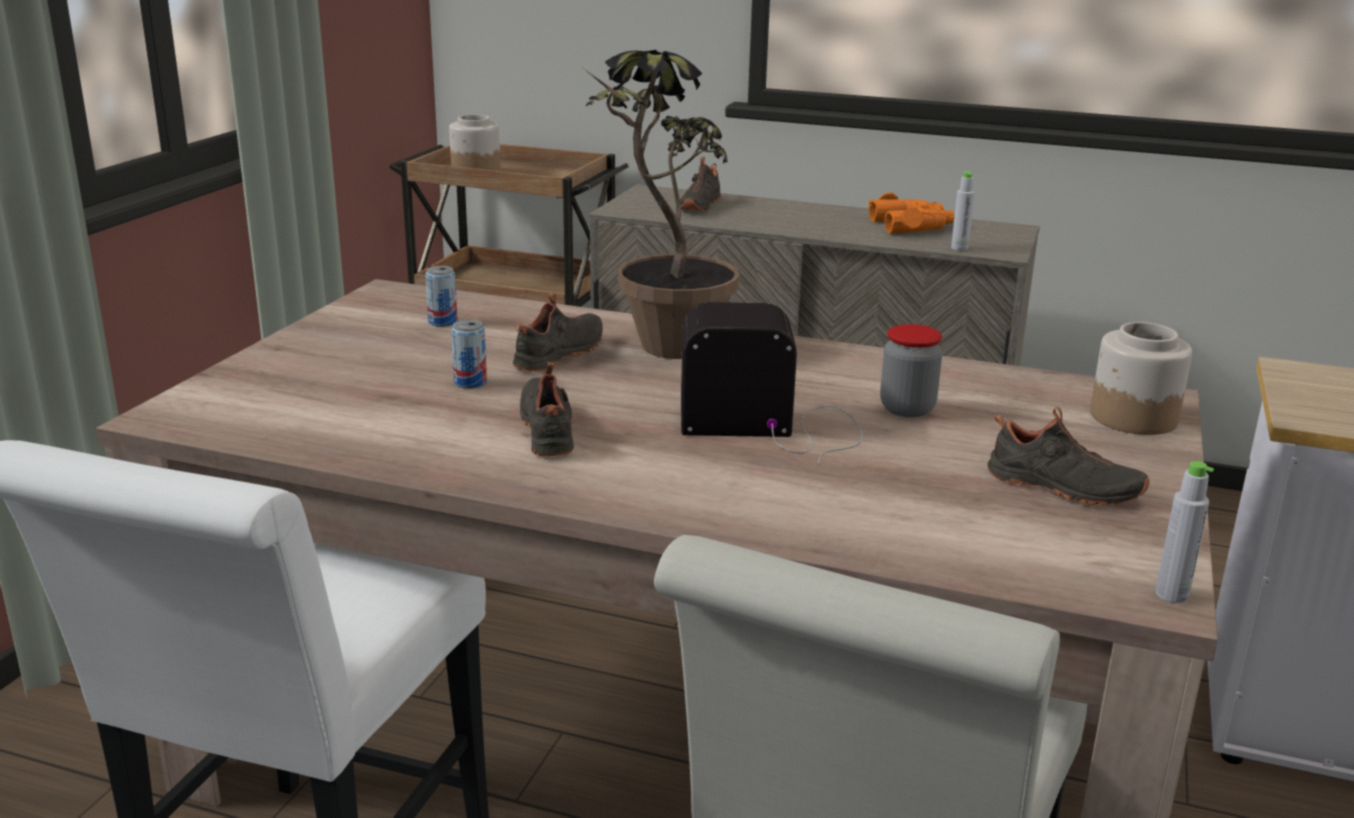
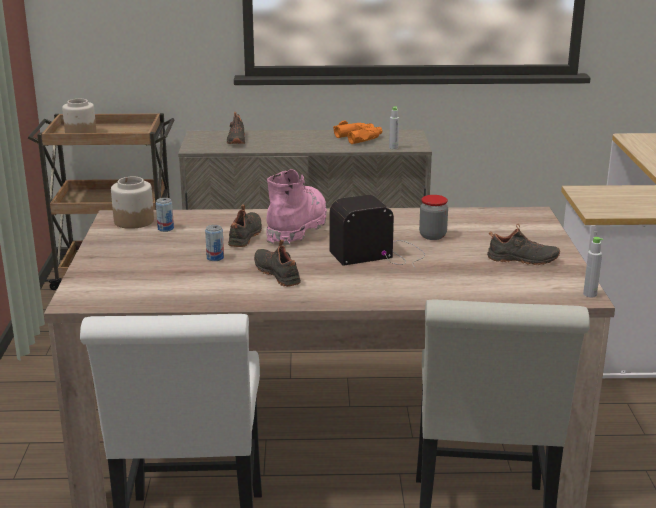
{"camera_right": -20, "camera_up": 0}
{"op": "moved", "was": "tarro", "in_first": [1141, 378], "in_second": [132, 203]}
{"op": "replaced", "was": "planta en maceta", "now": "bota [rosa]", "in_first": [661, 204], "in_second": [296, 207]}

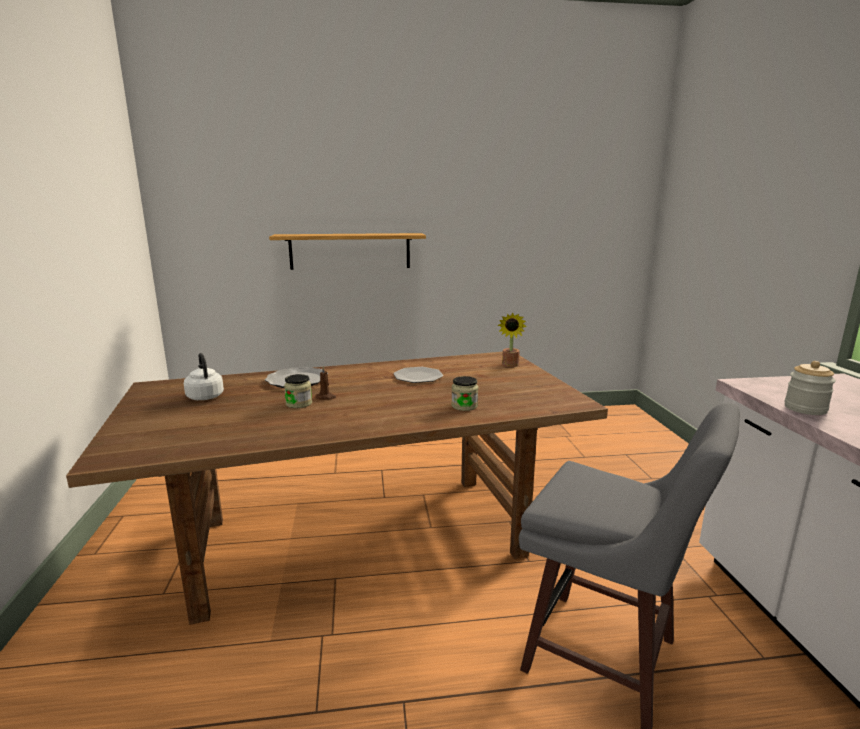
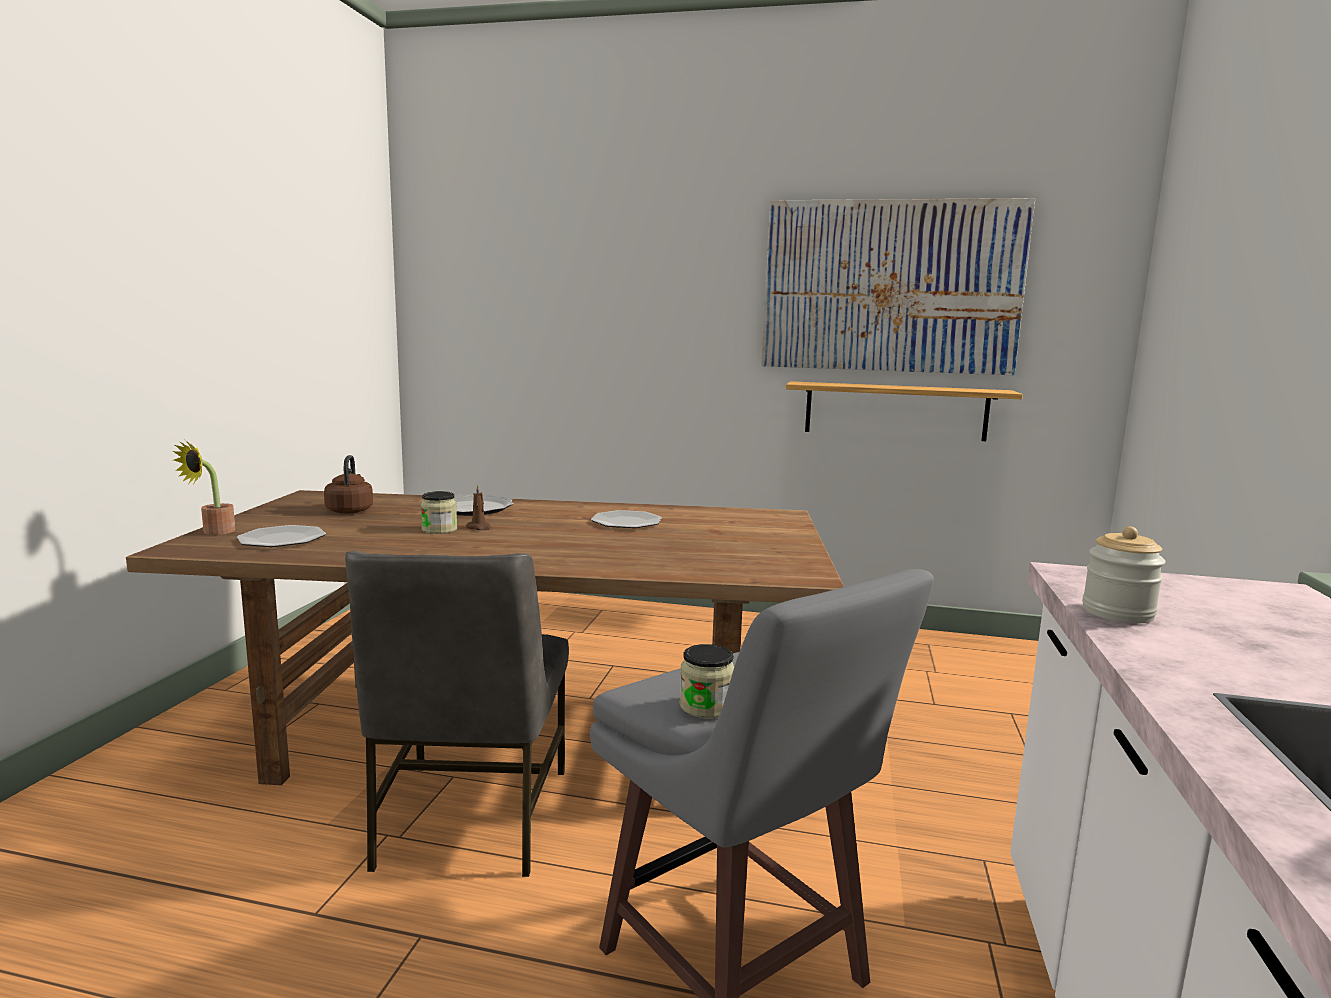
{"camera_right": 20, "camera_up": -5}
{"op": "moved", "was": "planta en maceta", "in_first": [512, 340], "in_second": [203, 487]}
{"op": "added", "now": "plato", "in_second": [281, 536]}
{"op": "recoloured", "was": "hervidor [blanco]", "now": "hervidor [marrón]", "in_first": [204, 376], "in_second": [348, 484]}
{"op": "added", "now": "silla [gris]", "in_second": [457, 714]}
{"op": "moved", "was": "tarro", "in_first": [464, 393], "in_second": [707, 681]}
{"op": "added", "now": "cuadro", "in_second": [898, 286]}
{"op": "moved", "was": "estante", "in_first": [347, 251], "in_second": [904, 411]}

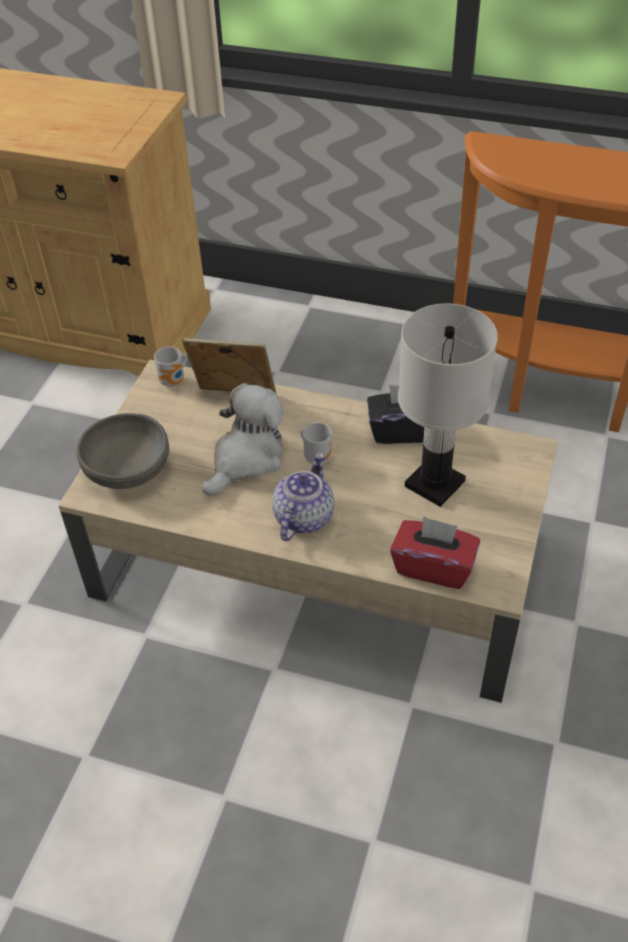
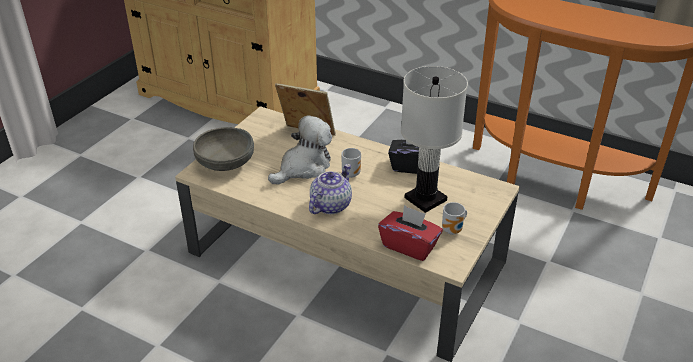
{"camera_right": 10, "camera_up": -10}
{"op": "moved", "was": "taza grande", "in_first": [170, 367], "in_second": [454, 218]}

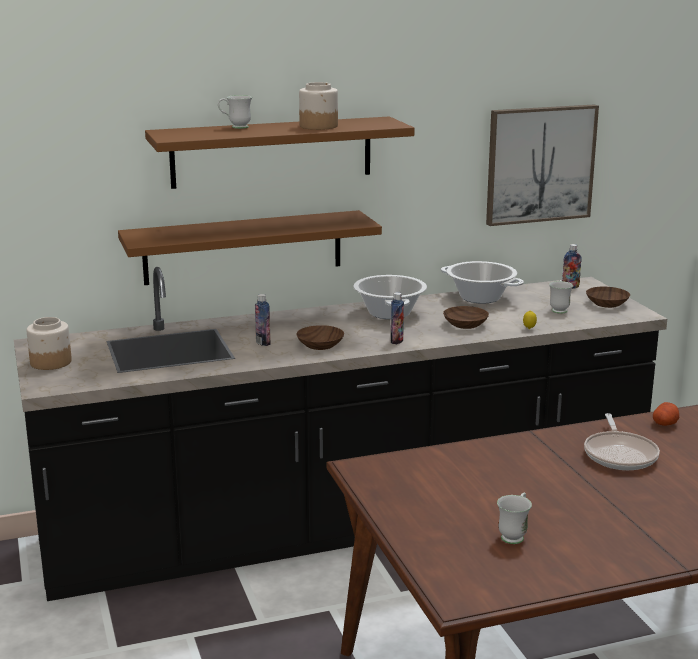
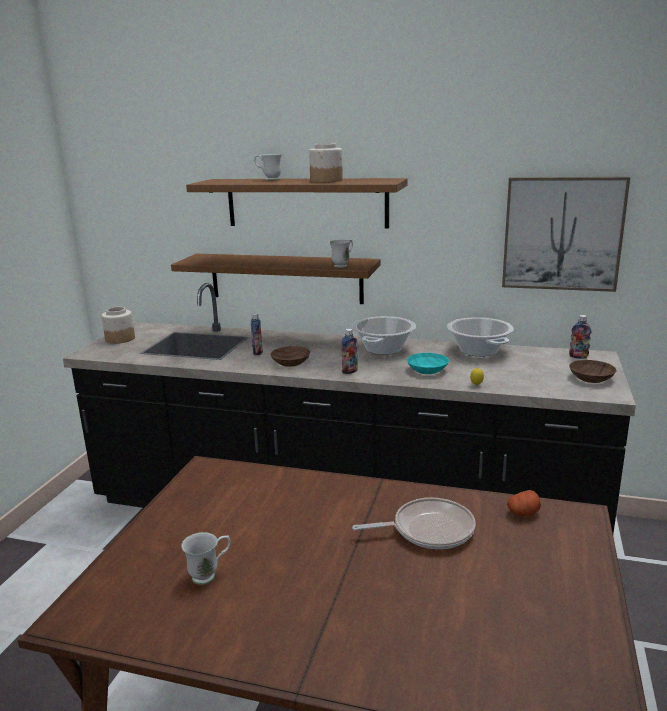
{"camera_right": 35, "camera_up": 0}
{"op": "moved", "was": "taza grande [blanco]", "in_first": [561, 297], "in_second": [341, 254]}
{"op": "turned", "was": "sartén", "in_first": [622, 441], "in_second": [414, 523], "clockwise": -135}
{"op": "recoloured", "was": "cuenco [marrón]", "now": "cuenco [turquesa]", "in_first": [466, 317], "in_second": [428, 363]}

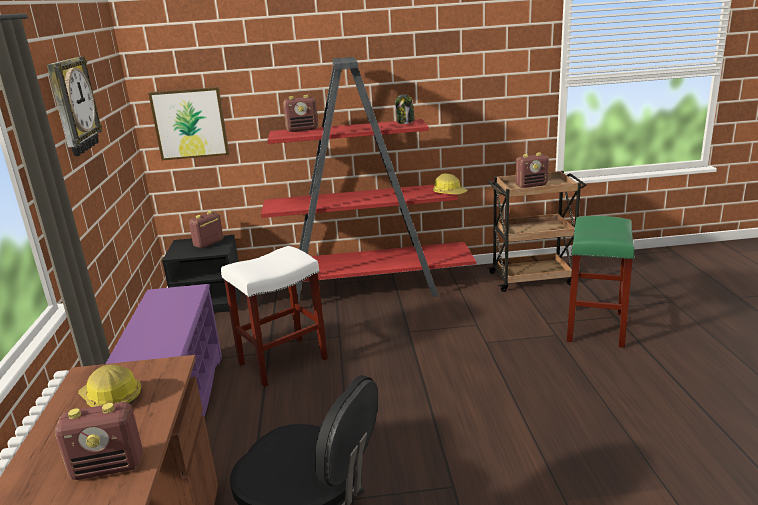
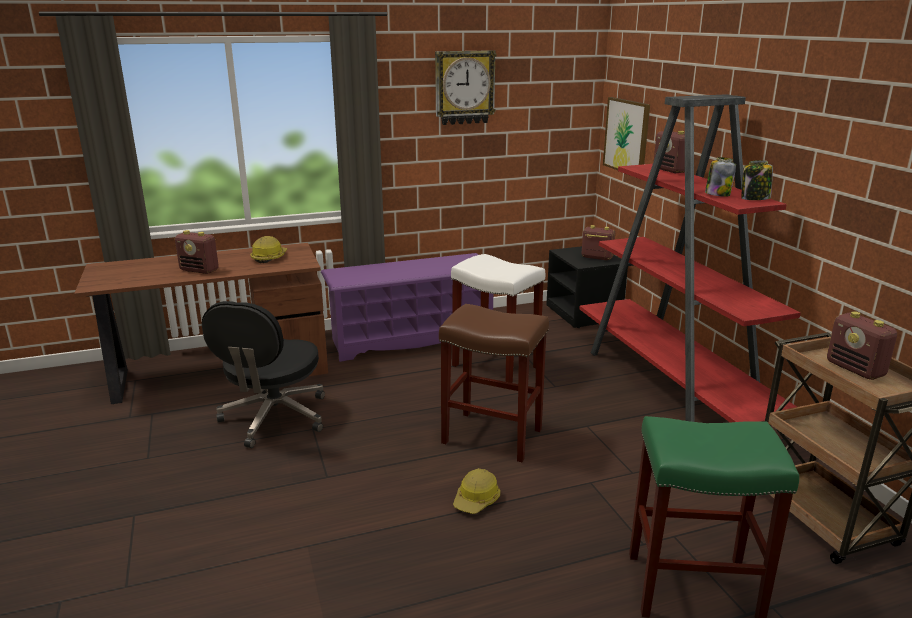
{"camera_right": 75, "camera_up": 0}
{"op": "turned", "was": "radio", "in_first": [99, 441], "in_second": [197, 252], "clockwise": -45}
{"op": "added", "now": "taburete [marrón]", "in_second": [494, 383]}
{"op": "moved", "was": "casco", "in_first": [450, 184], "in_second": [476, 491]}
{"op": "added", "now": "tarro", "in_second": [720, 177]}

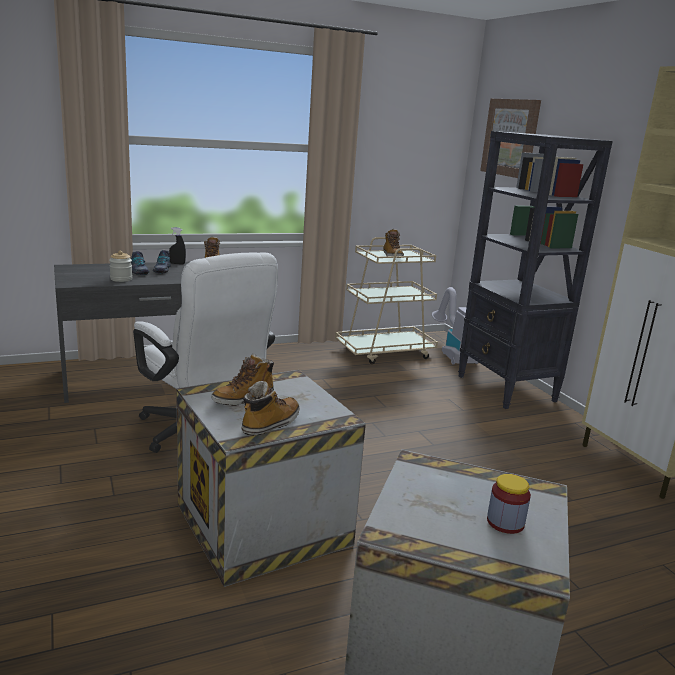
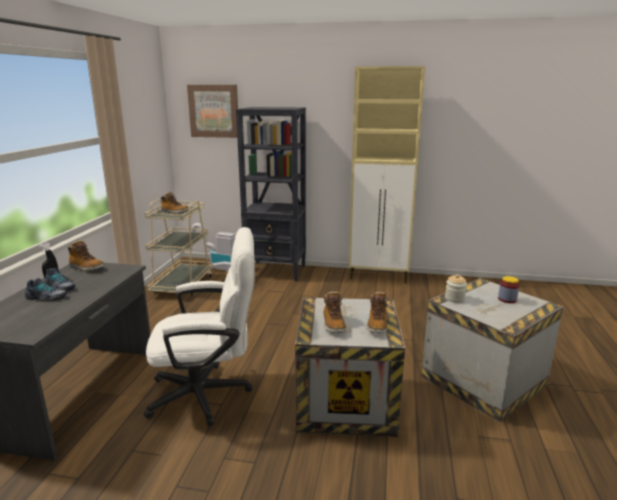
{"camera_right": -55, "camera_up": 0}
{"op": "turned", "was": "bota", "in_first": [271, 408], "in_second": [377, 313], "clockwise": -150}
{"op": "moved", "was": "tarro", "in_first": [121, 266], "in_second": [456, 288]}

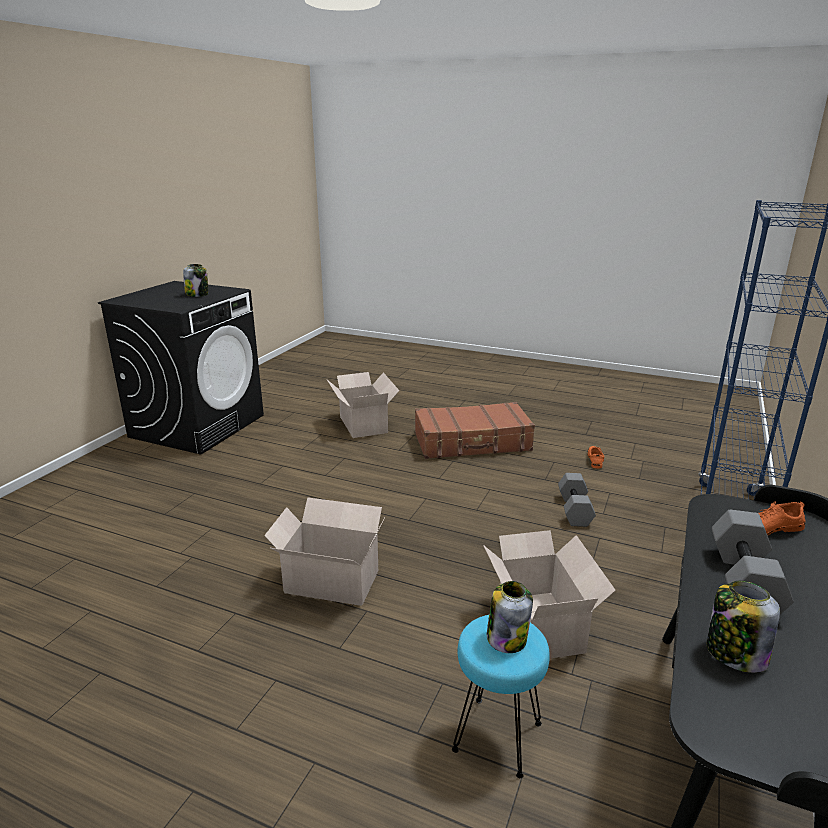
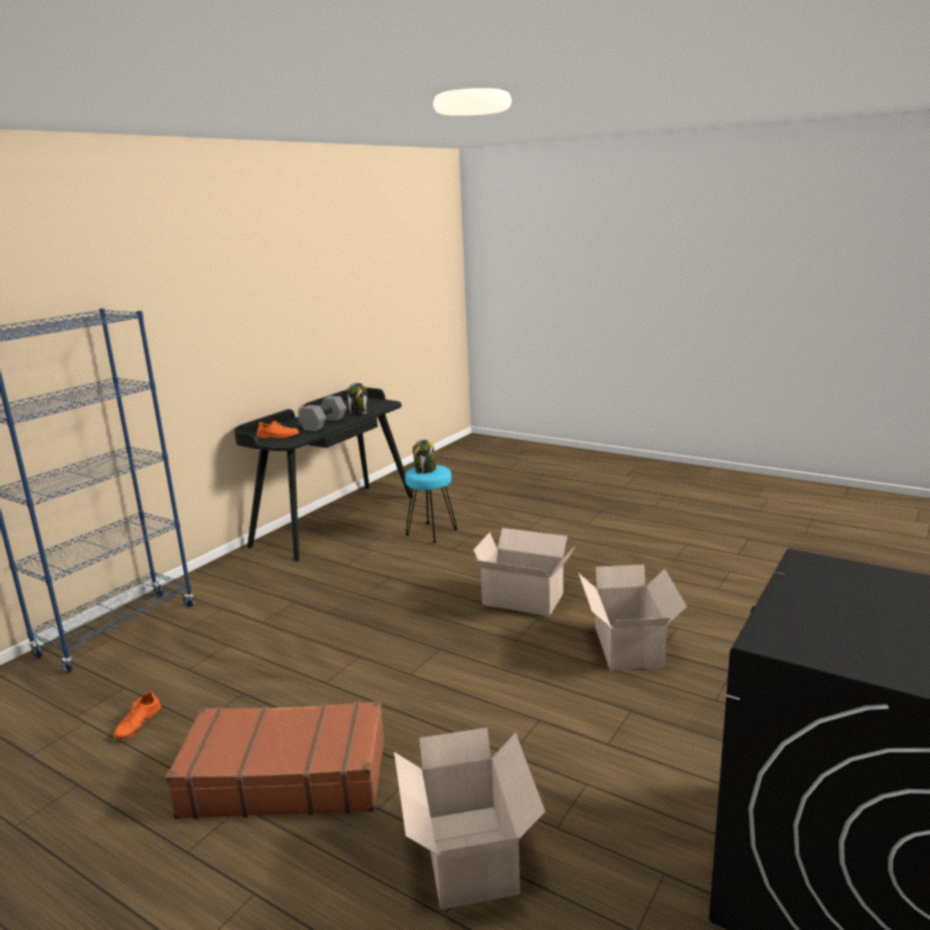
{"camera_right": -170, "camera_up": -5}
{"op": "moved", "was": "caja de cartón", "in_first": [549, 594], "in_second": [632, 617]}
{"op": "removed", "was": "tarro", "in_first": [196, 280]}
{"op": "removed", "was": "mancuerna [gris]", "in_first": [577, 500]}

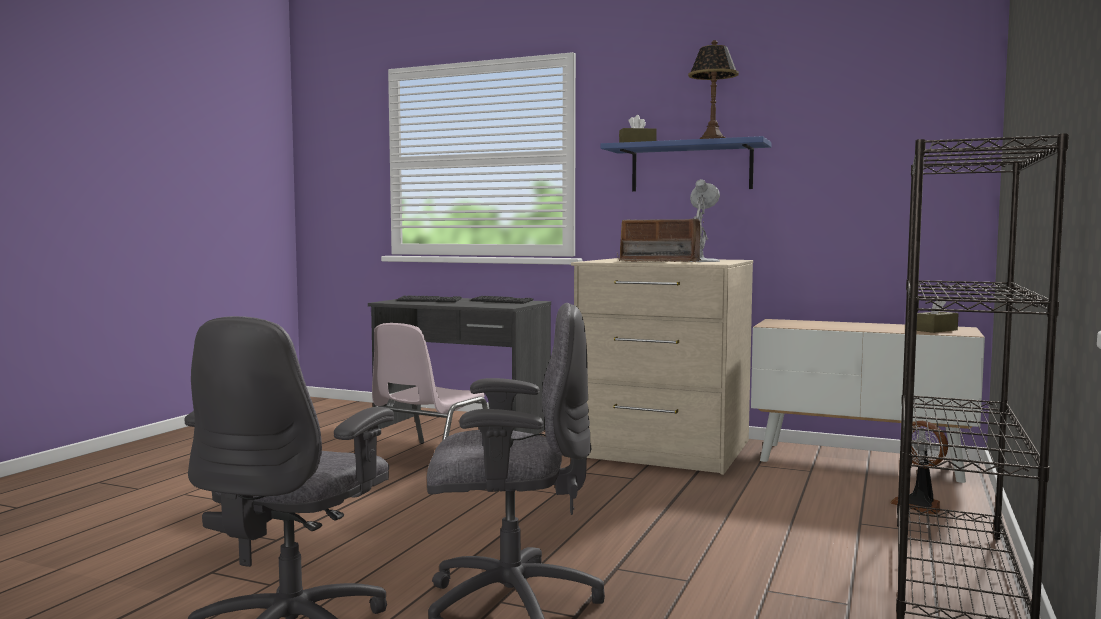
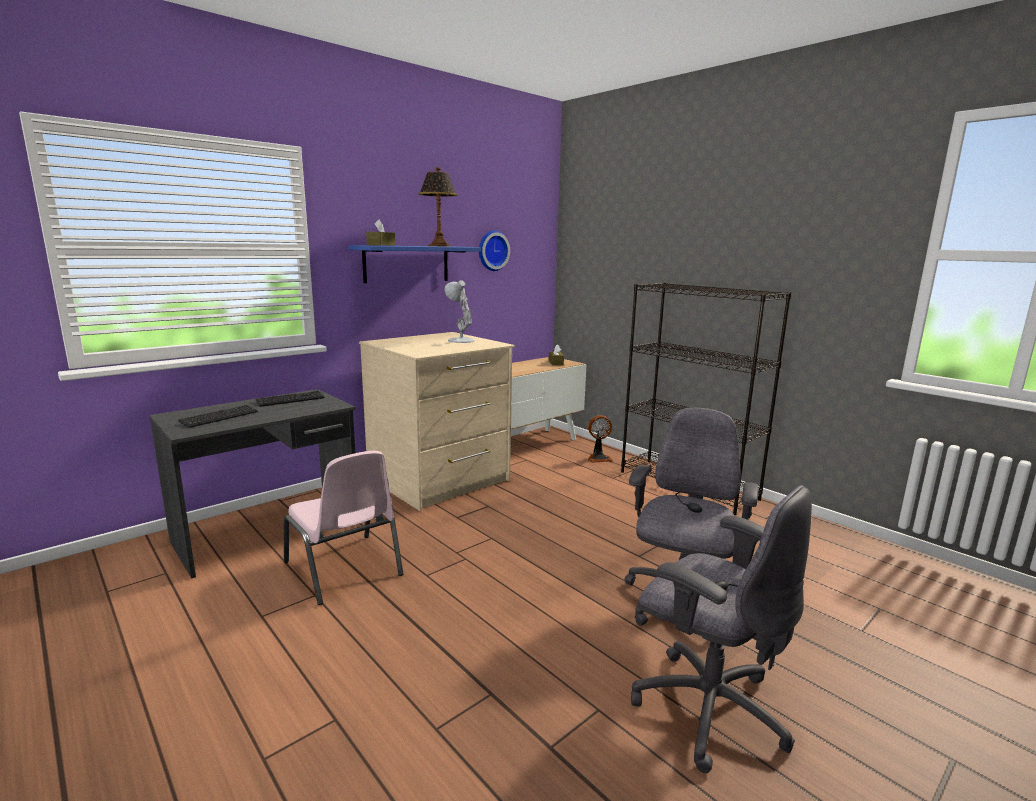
{"camera_right": -65, "camera_up": 10}
{"op": "added", "now": "reloj de pared", "in_second": [494, 251]}
{"op": "removed", "was": "radio", "in_first": [659, 240]}

